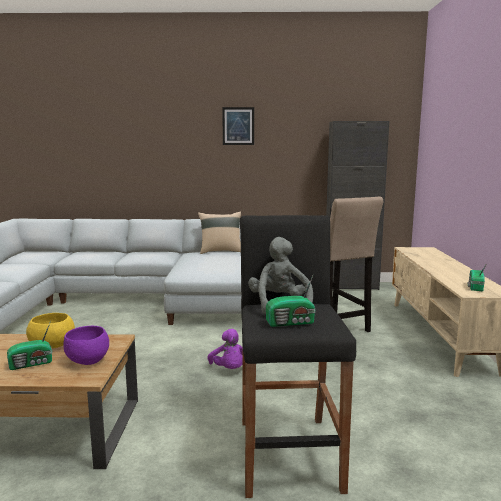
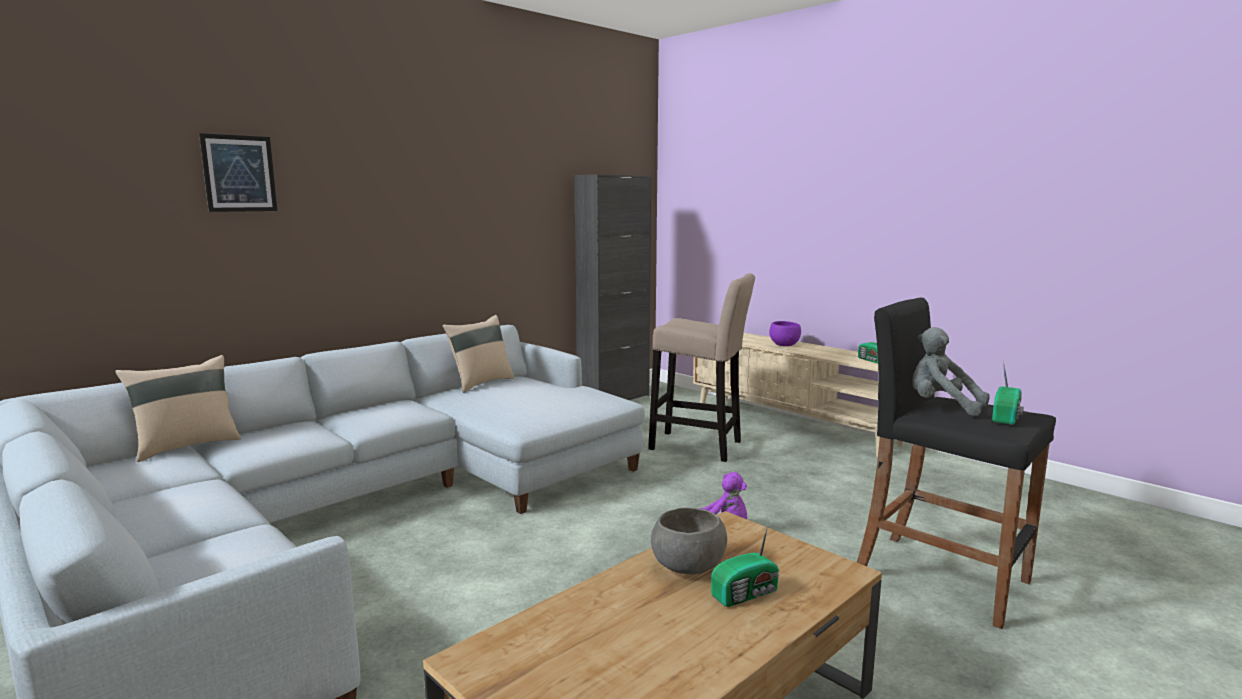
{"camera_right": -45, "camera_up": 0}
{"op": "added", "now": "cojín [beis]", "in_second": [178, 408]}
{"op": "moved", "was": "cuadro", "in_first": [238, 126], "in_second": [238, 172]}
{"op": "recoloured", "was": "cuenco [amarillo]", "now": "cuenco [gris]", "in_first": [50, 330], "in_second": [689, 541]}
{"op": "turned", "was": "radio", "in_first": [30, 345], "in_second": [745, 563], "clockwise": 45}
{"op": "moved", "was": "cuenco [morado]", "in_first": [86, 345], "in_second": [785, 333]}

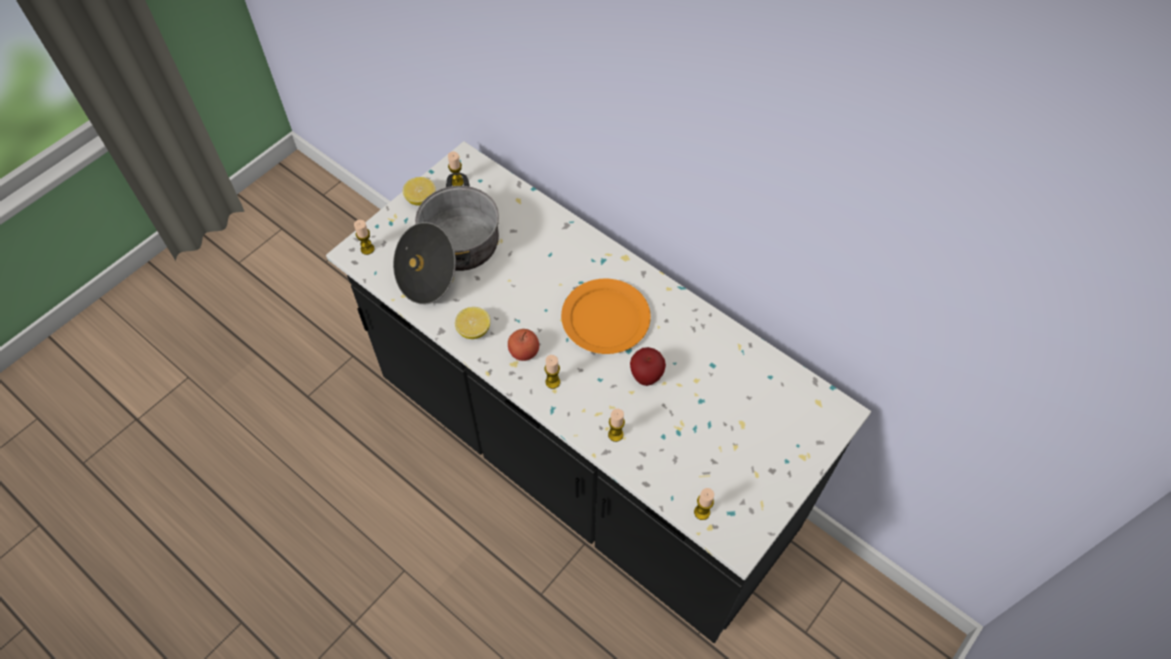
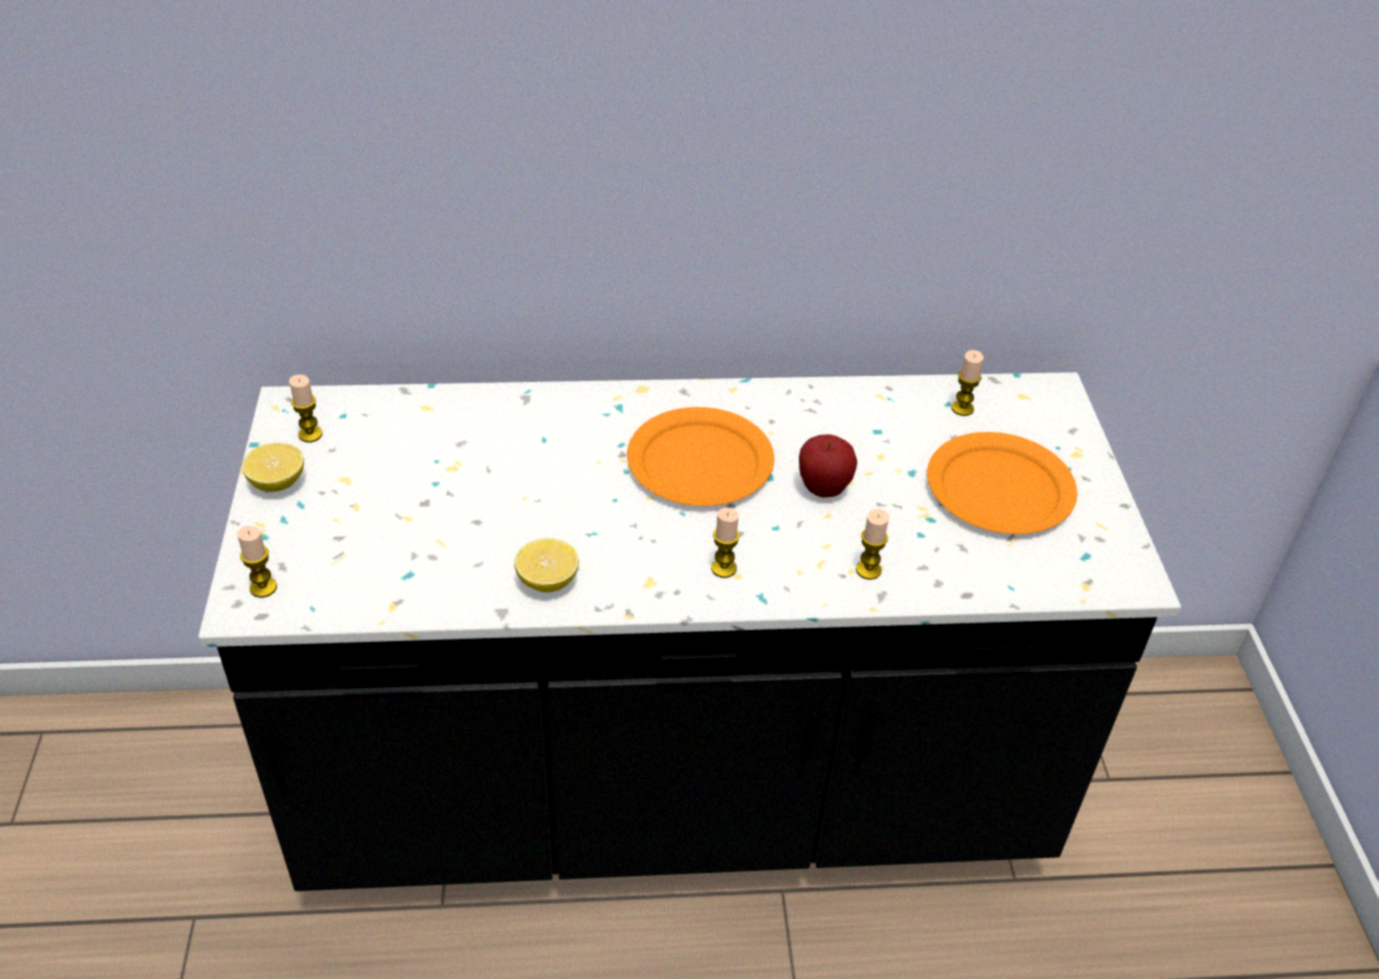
{"camera_right": -45, "camera_up": -15}
{"op": "added", "now": "plato [naranja]", "in_second": [1002, 483]}
{"op": "moved", "was": "vela", "in_first": [704, 504], "in_second": [967, 383]}
{"op": "removed", "was": "olla", "in_first": [446, 238]}
{"op": "removed", "was": "manzana", "in_first": [523, 345]}

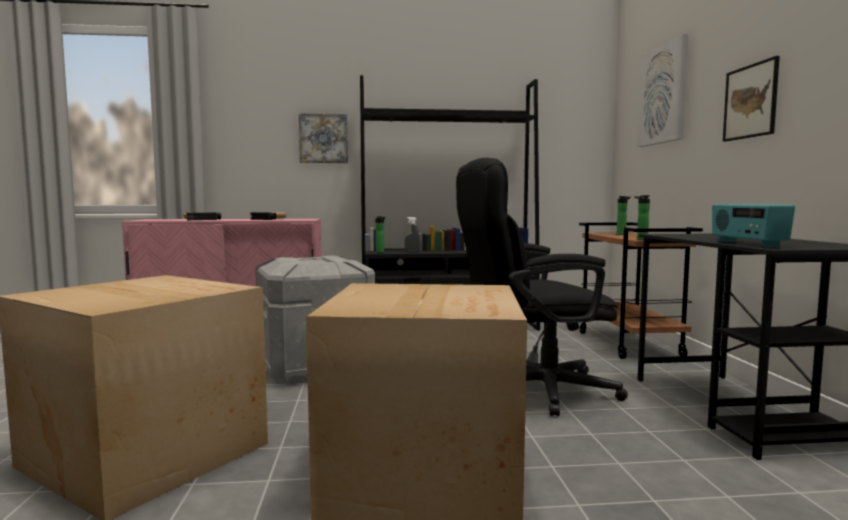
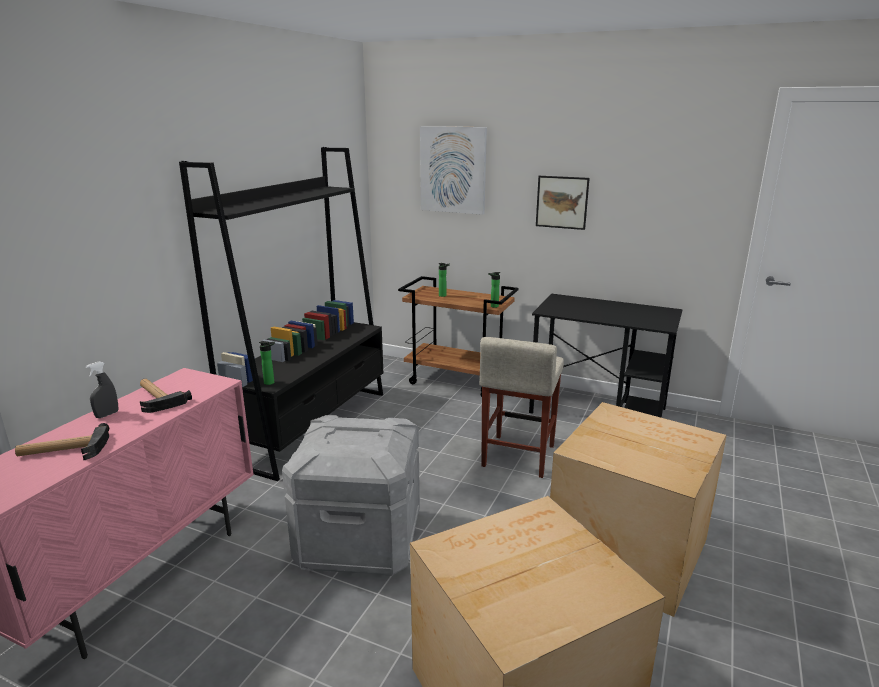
{"camera_right": -60, "camera_up": 15}
{"op": "moved", "was": "pulverizador [gris]", "in_first": [412, 235], "in_second": [102, 389]}
{"op": "replaced", "was": "silla de oficina [negro]", "now": "taburete [beis]", "in_first": [542, 287], "in_second": [521, 407]}
{"op": "removed", "was": "cuadro", "in_first": [323, 138]}
{"op": "removed", "was": "radio", "in_first": [753, 226]}

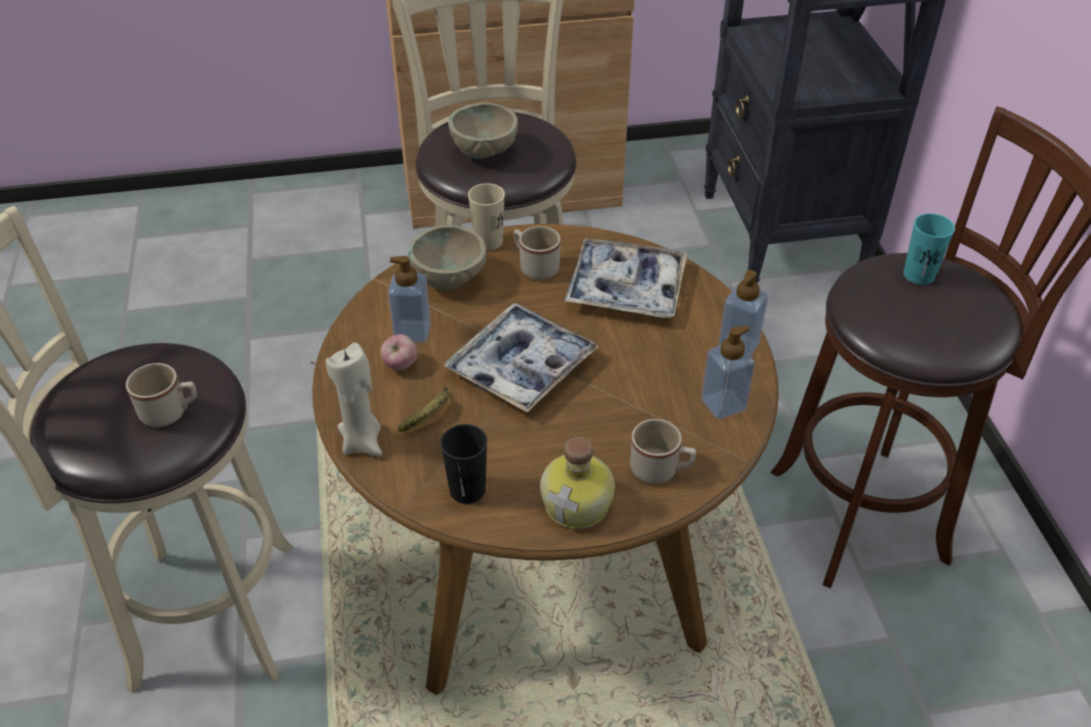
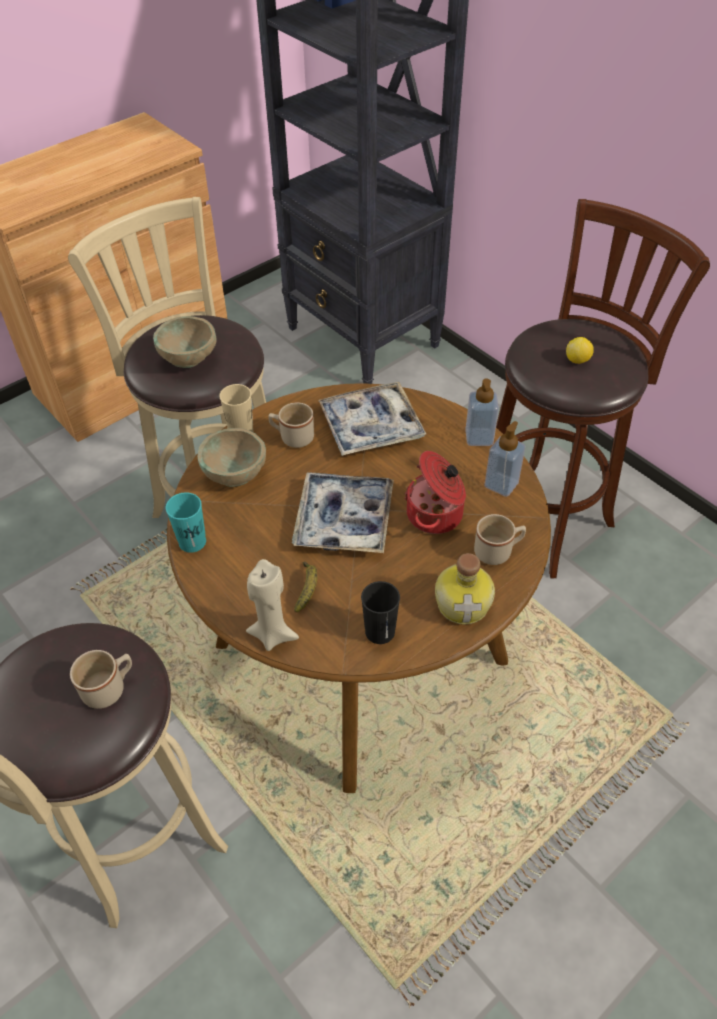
{"camera_right": -30, "camera_up": 5}
{"op": "moved", "was": "taza [turquesa]", "in_first": [929, 249], "in_second": [186, 522]}
{"op": "added", "now": "olla", "in_second": [435, 492]}
{"op": "added", "now": "limón", "in_second": [580, 350]}
{"op": "removed", "was": "manzana", "in_first": [398, 352]}
{"op": "removed", "was": "dispensador de jabón", "in_first": [409, 299]}

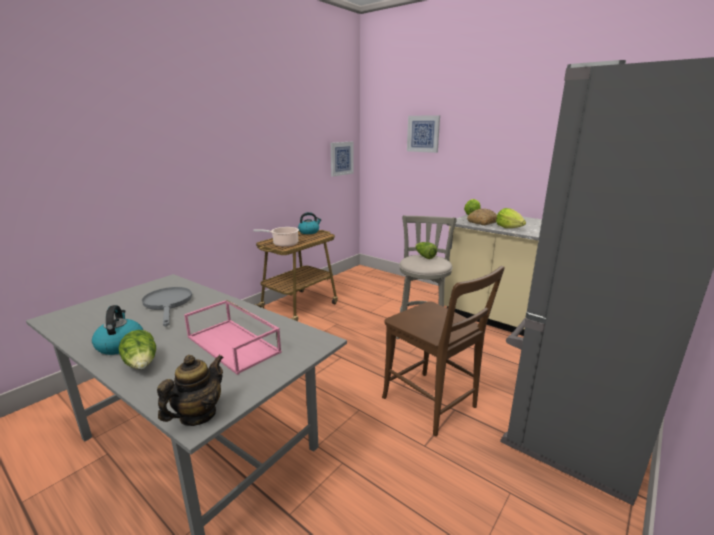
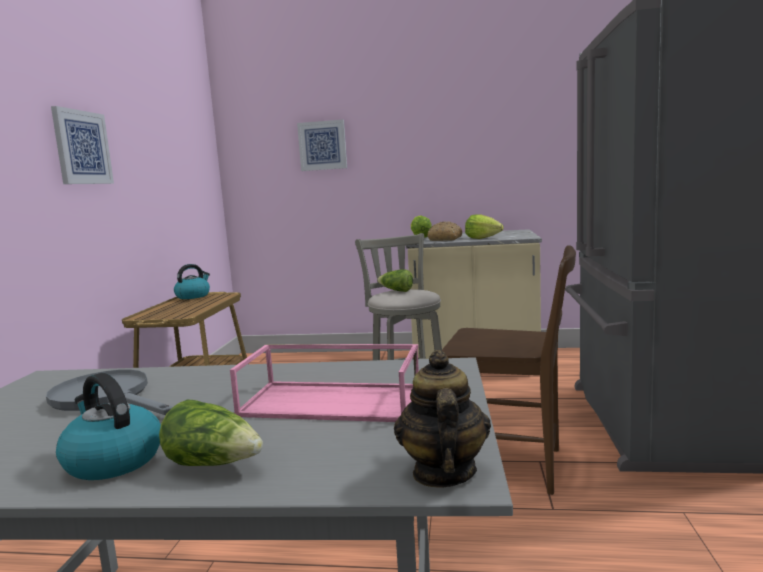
{"camera_right": -30, "camera_up": -10}
{"op": "moved", "was": "cuadro", "in_first": [342, 159], "in_second": [82, 145]}
{"op": "removed", "was": "olla", "in_first": [276, 237]}

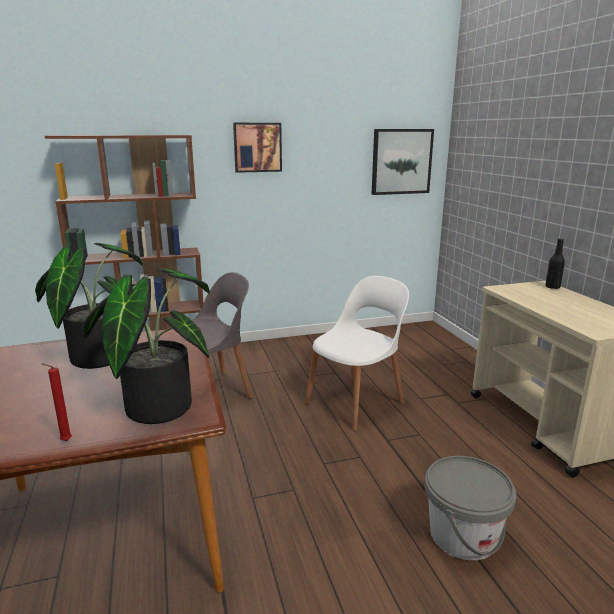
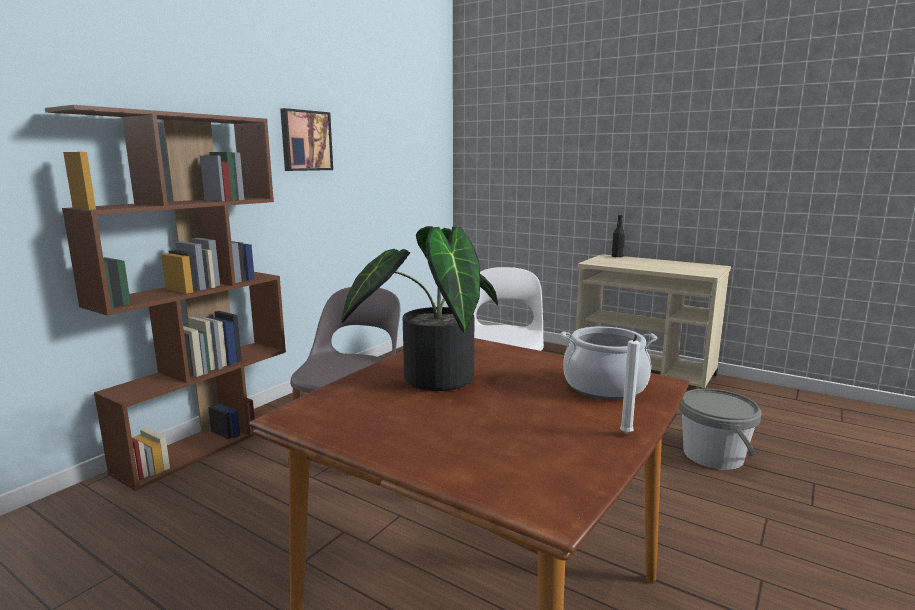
{"camera_right": -40, "camera_up": -5}
{"op": "replaced", "was": "planta en maceta", "now": "olla", "in_first": [146, 346], "in_second": [609, 363]}
{"op": "recoloured", "was": "vela [rojo]", "now": "vela [blanco]", "in_first": [56, 402], "in_second": [630, 384]}
{"op": "removed", "was": "cuadro", "in_first": [403, 162]}

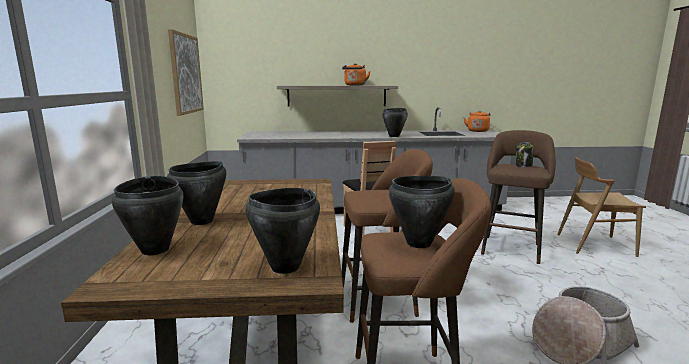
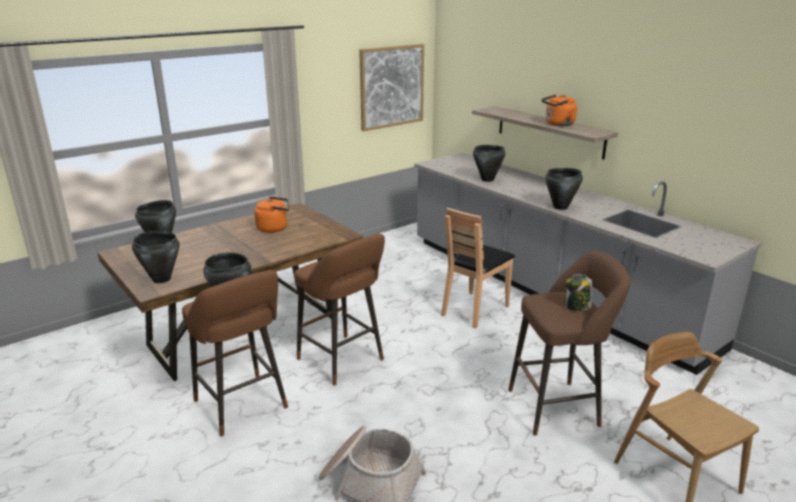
{"camera_right": 55, "camera_up": 10}
{"op": "moved", "was": "hervidor [naranja]", "in_first": [477, 121], "in_second": [271, 214]}
{"op": "moved", "was": "olla [negro]", "in_first": [196, 193], "in_second": [489, 163]}

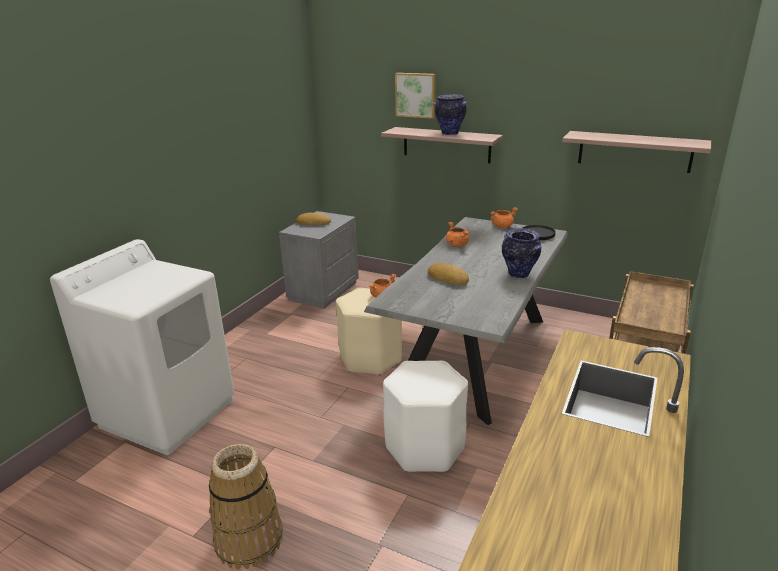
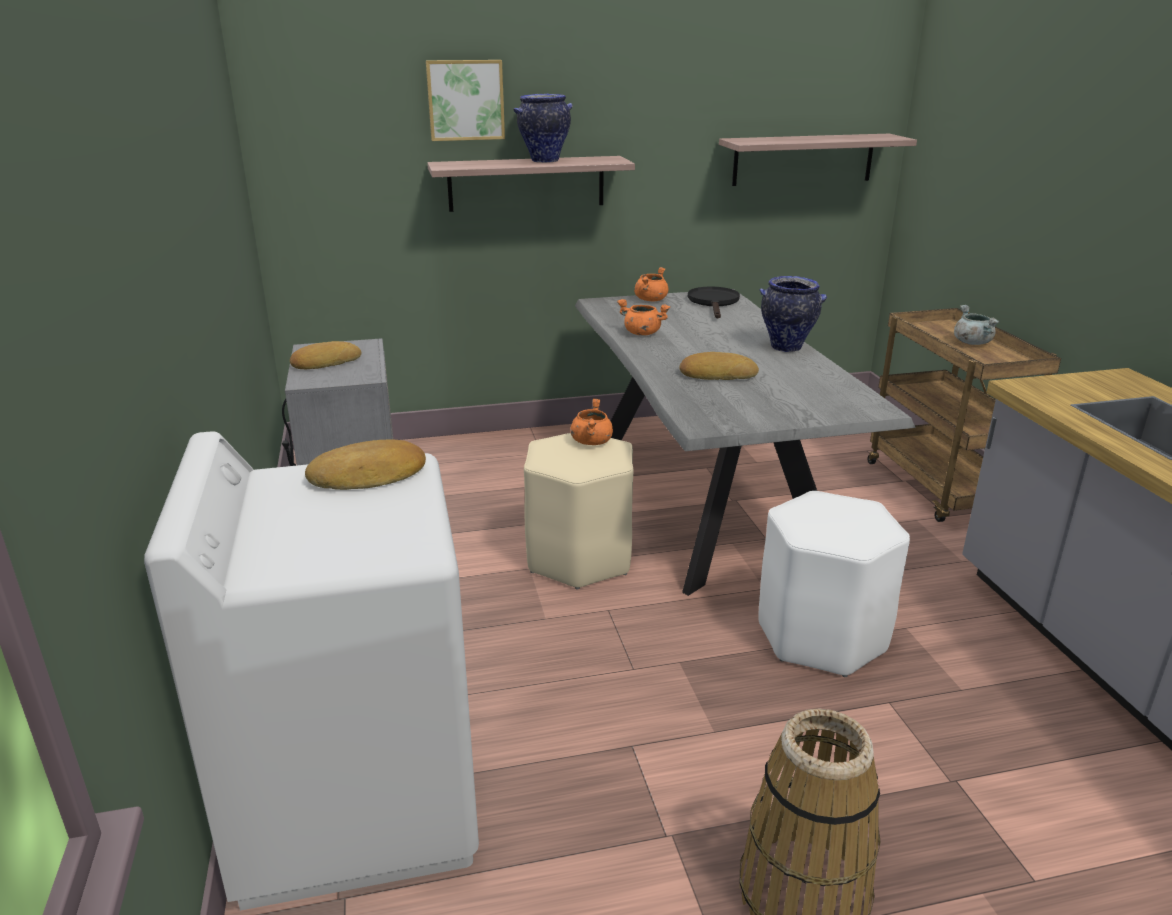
{"camera_right": -40, "camera_up": 0}
{"op": "added", "now": "pan", "in_second": [365, 464]}
{"op": "added", "now": "olla [gris]", "in_second": [977, 325]}

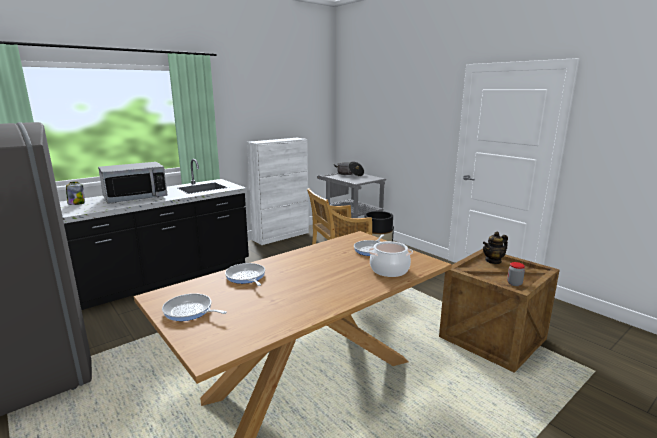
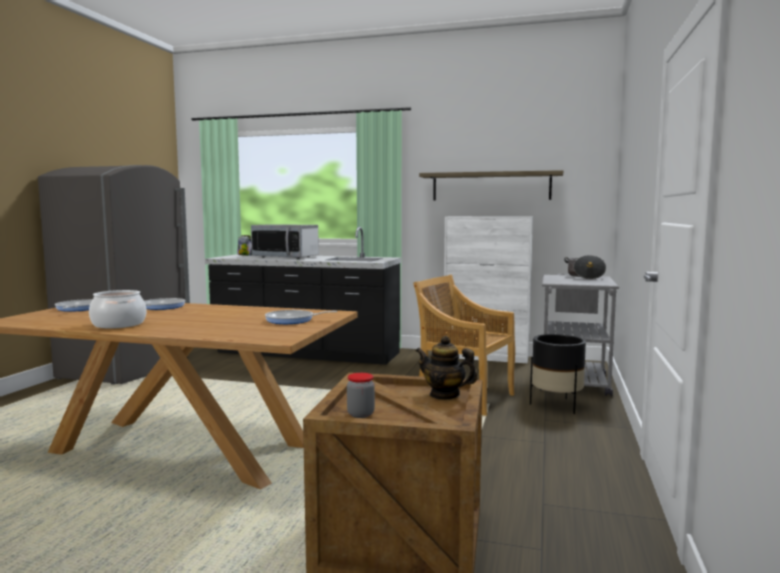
{"camera_right": 55, "camera_up": -10}
{"op": "moved", "was": "olla", "in_first": [390, 259], "in_second": [117, 309]}
{"op": "added", "now": "estante", "in_second": [491, 185]}

